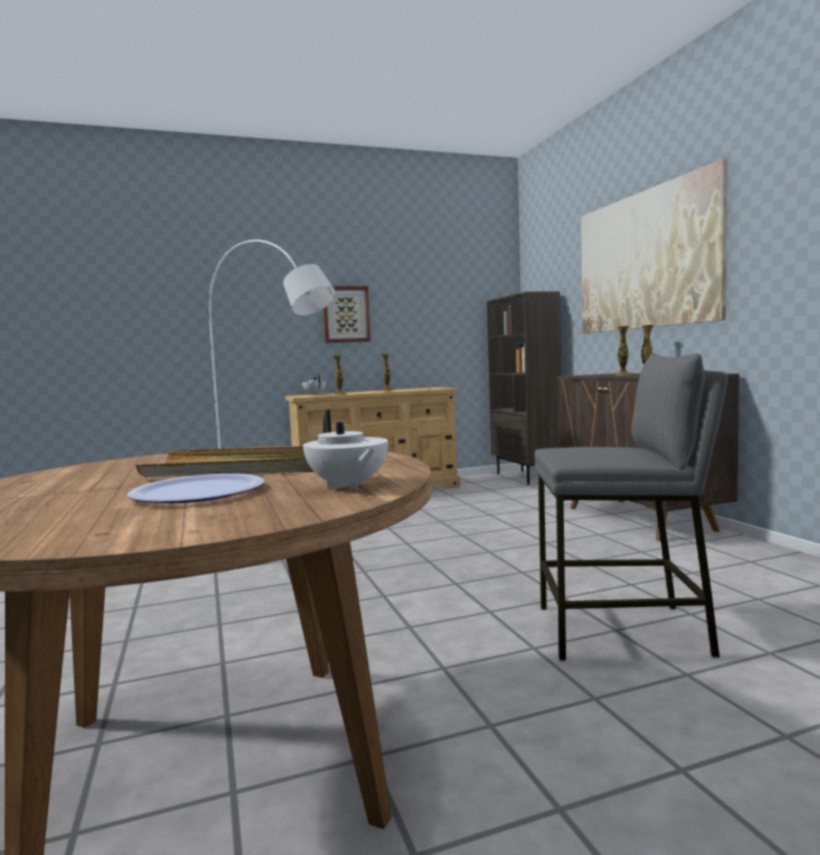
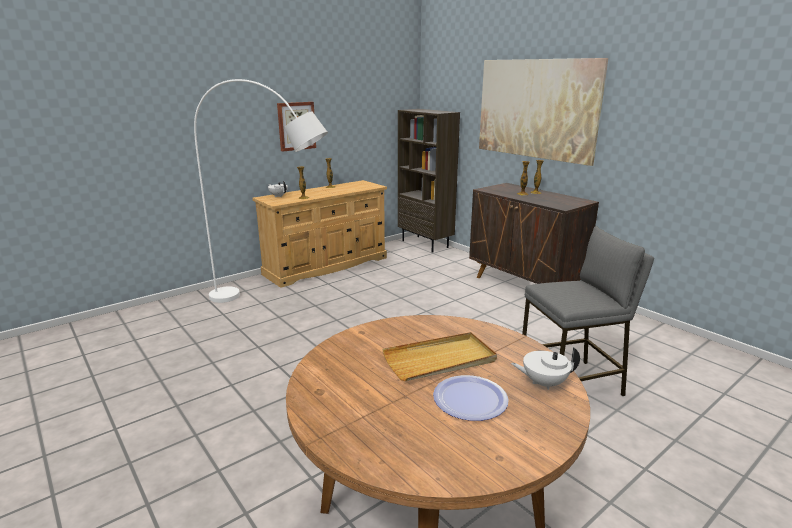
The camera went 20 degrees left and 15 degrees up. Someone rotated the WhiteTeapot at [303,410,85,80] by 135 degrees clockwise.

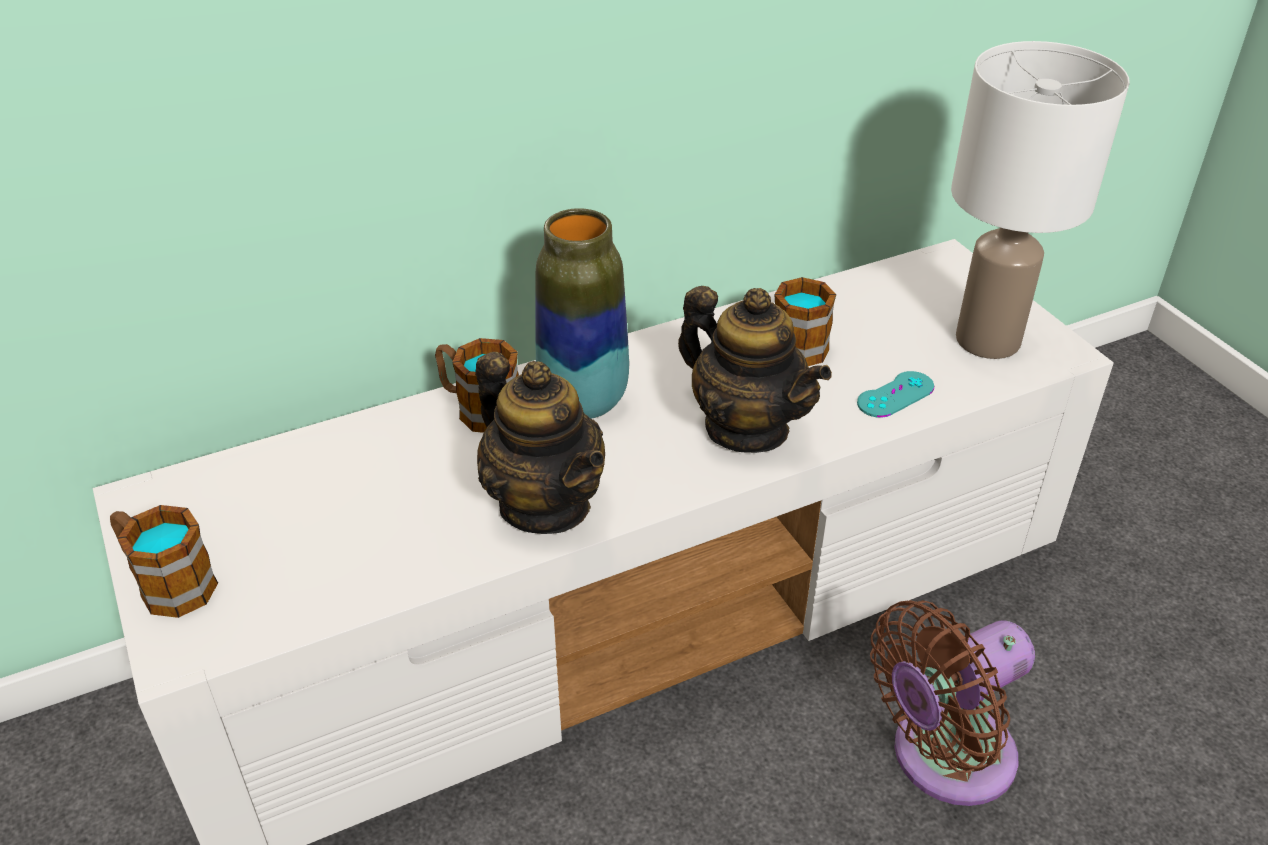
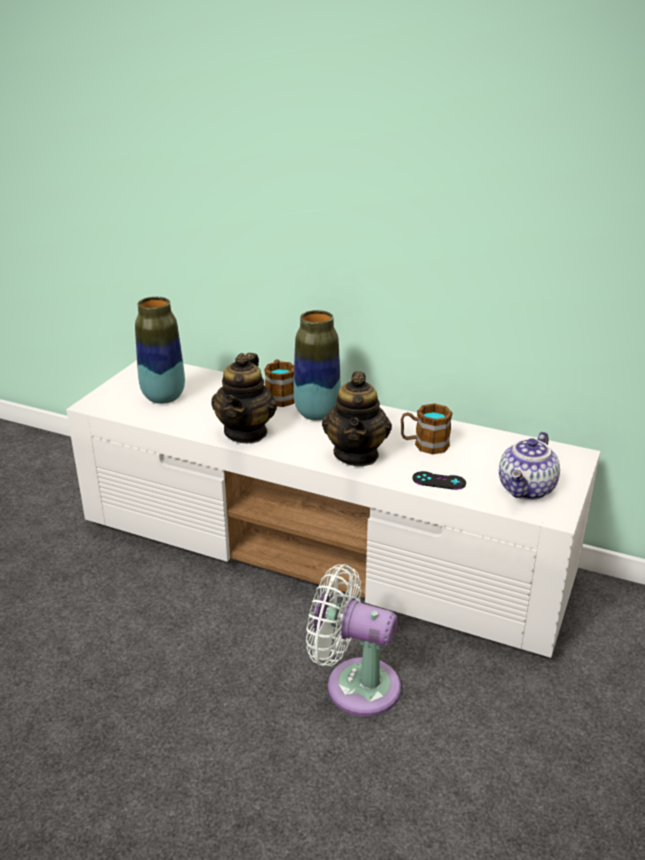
The camera went 50 degrees right and 10 degrees down. Someone put down the Vase at [135,297,50,107]. Someone repainted the BrownFan at [870,600,165,206], which became the WhiteFan at [306,564,95,152]. Someone repainted the TurquoiseGameController at [857,371,77,47], which became the BlackGameController at [412,471,54,19]. Someone swapped the WhiteTableLamp at [951,41,179,318] for the Teapot at [499,431,61,69]. Someone took away the Mug at [110,505,108,113].

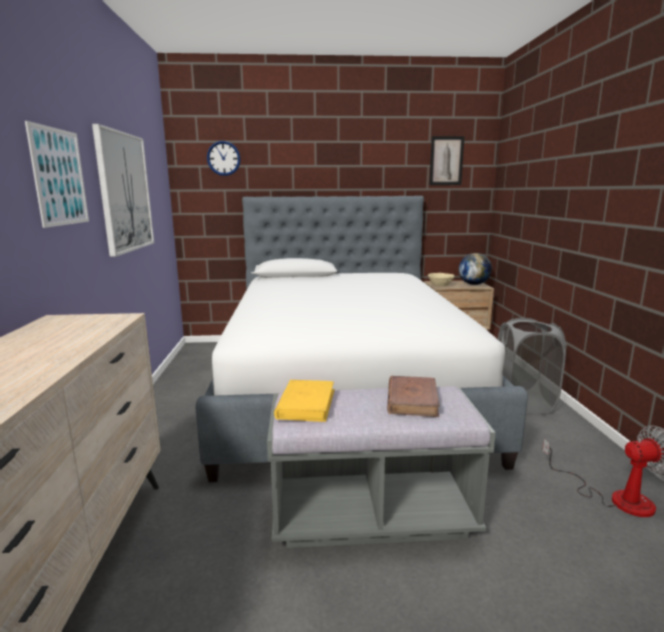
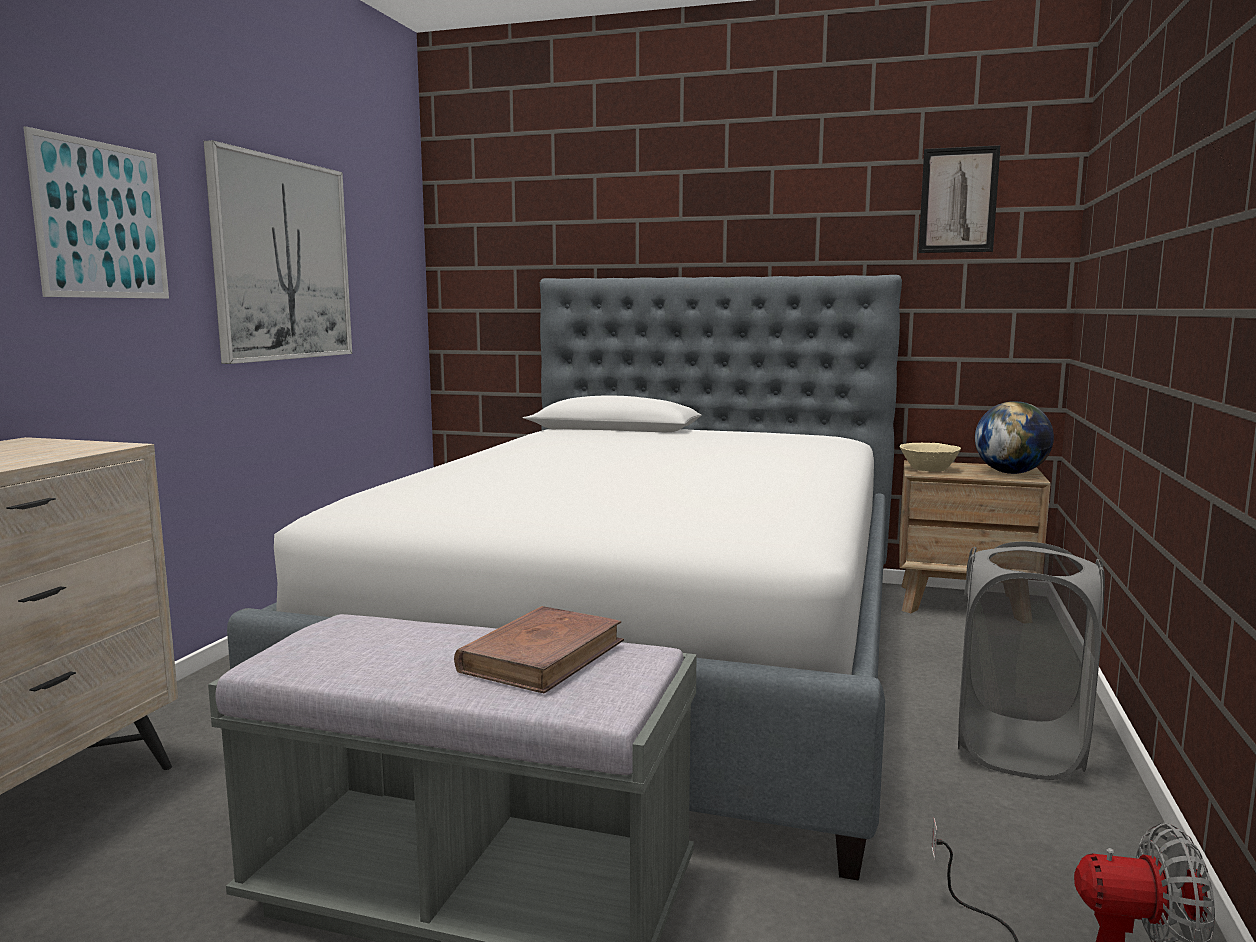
The camera went 20 degrees right and 5 degrees down. Someone took away the WallClock at [207,141,34,35]. Someone took away the YellowBook at [274,380,61,42].

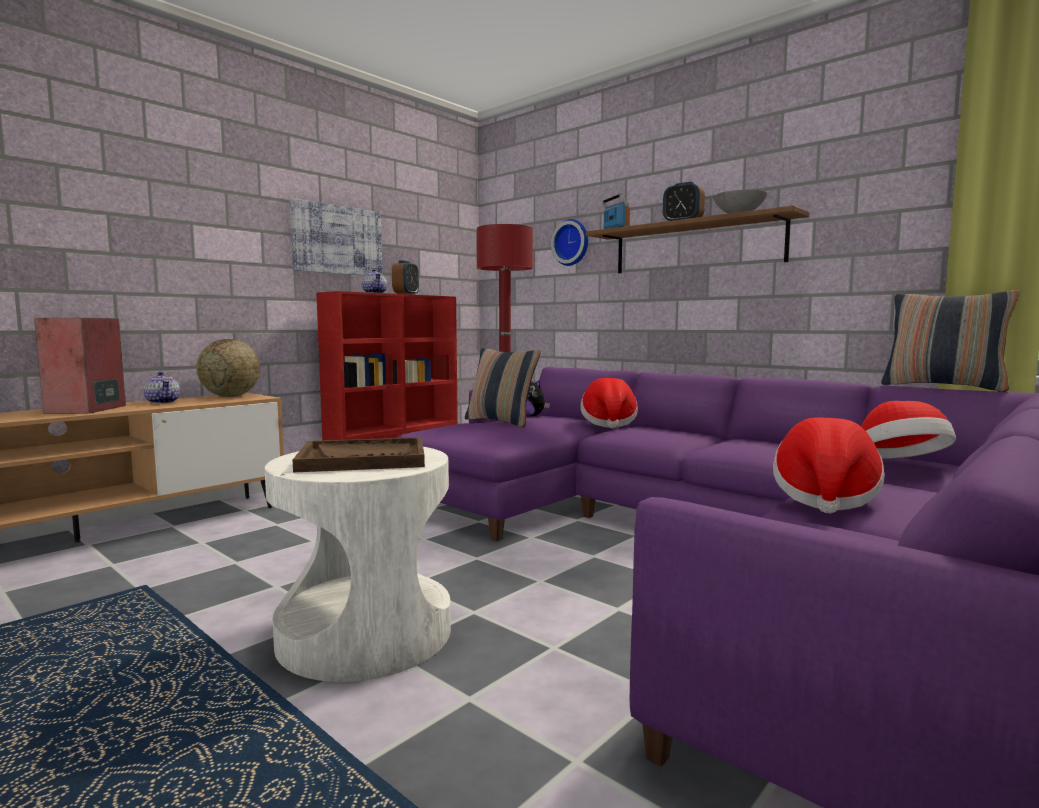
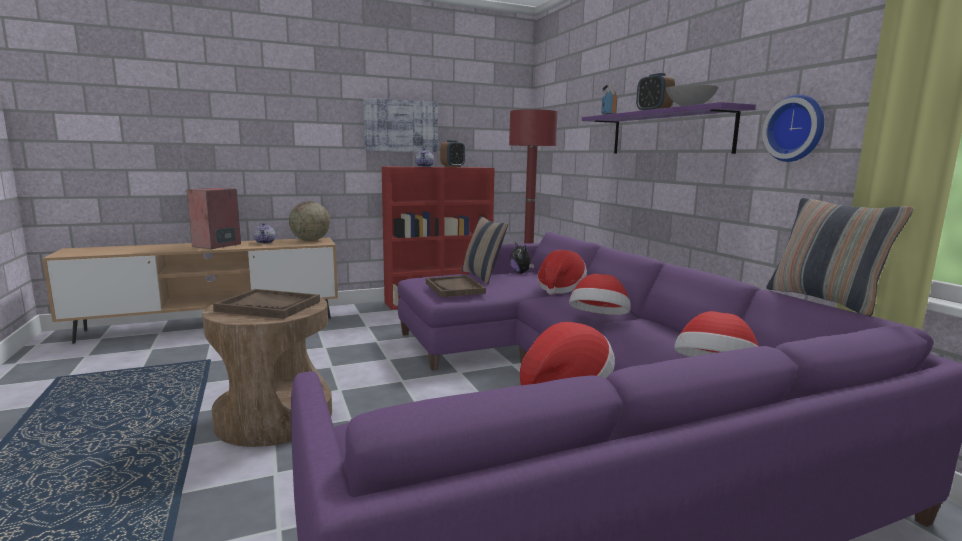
The camera went 25 degrees right and 5 degrees up. Someone repainted the WhiteSideTable at [265,447,186,235], which became the BrownSideTable at [202,297,130,150]. Someone put down the BrownTray at [426,275,60,22]. Someone put down the Hat at [569,274,62,41]. Someone repainted the BrownShelf at [586,205,223,68], which became the PurpleShelf at [582,102,174,52]. Someone carried the WallClock from [551,219,37,47] to [762,94,62,68].

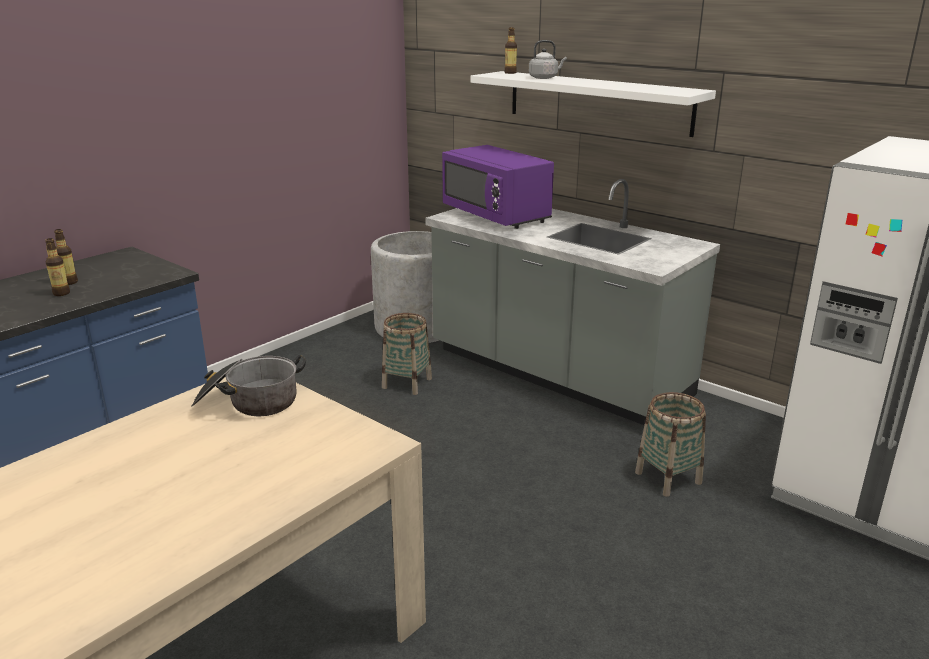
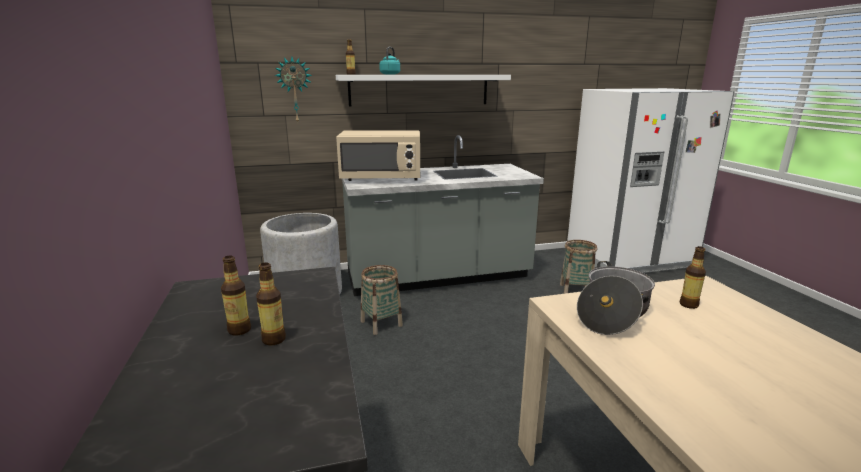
The camera went 55 degrees left and 5 degrees down. Someone put up the WallClock at [275,57,37,66]. Someone repainted the PurpleMicrowave at [442,145,112,84], which became the BeigeMicrowave at [336,130,85,51]. Someone repainted the GreyKettle at [529,40,38,39], which became the TurquoiseKettle at [379,47,21,28]. Someone put down the Bottle at [680,246,26,63].

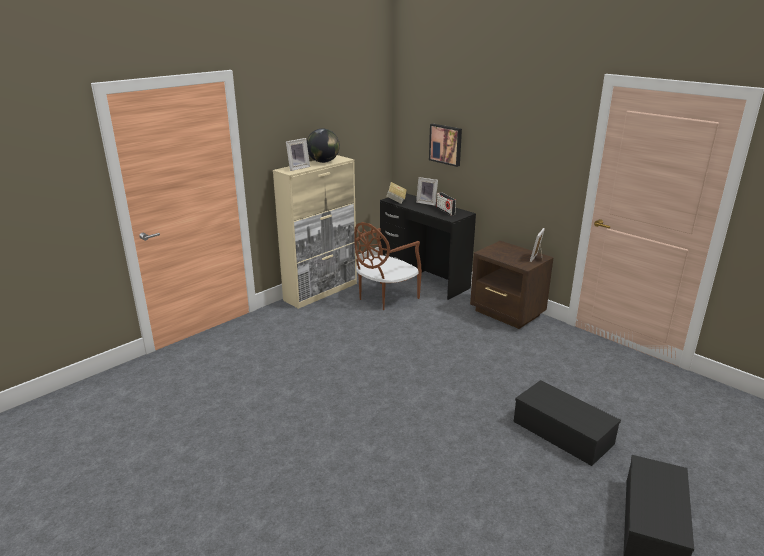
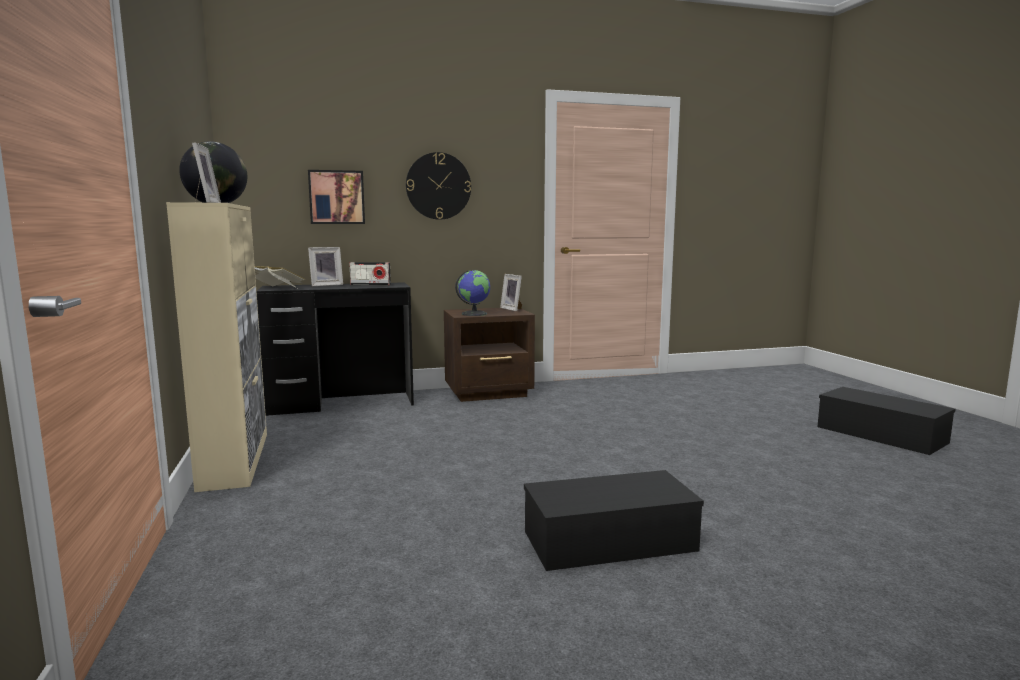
The camera went 60 degrees left and 15 degrees down. Someone put up the WallClock at [406,152,65,68]. Someone put down the Globe at [455,270,35,46]. Someone carried the BlackStorageBox from [514,380,107,86] to [524,470,180,101]. Someone took away the BrownChair at [354,222,68,88].

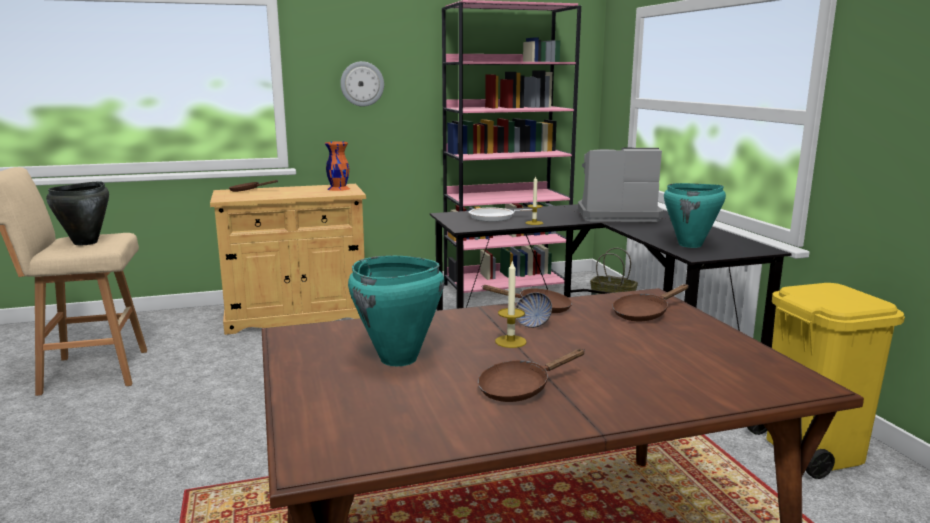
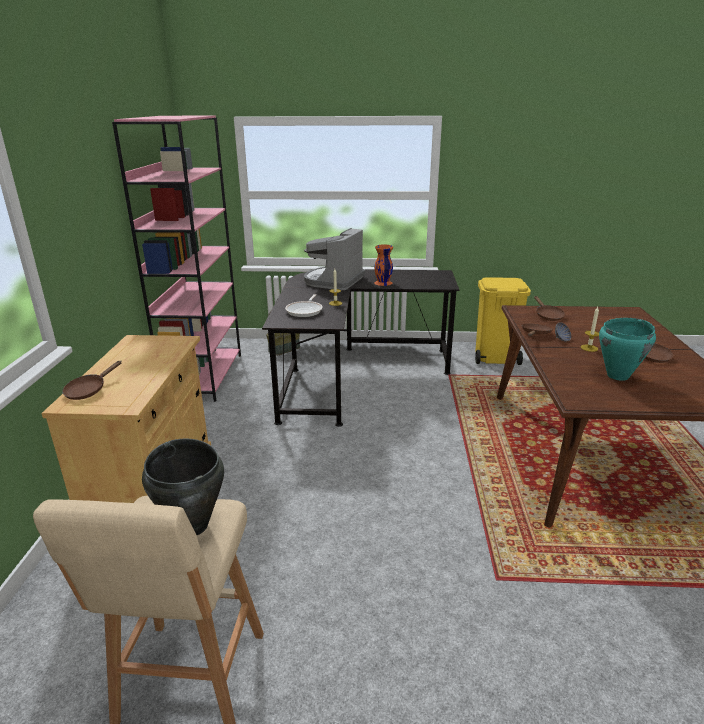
The camera went 70 degrees left and 10 degrees up. Someone carried the OrangeVase from [325,141,25,50] to [374,245,19,41]. Someone took away the WallClock at [340,61,44,45]. Someone took away the TurquoiseCookingPot at [664,183,62,65].

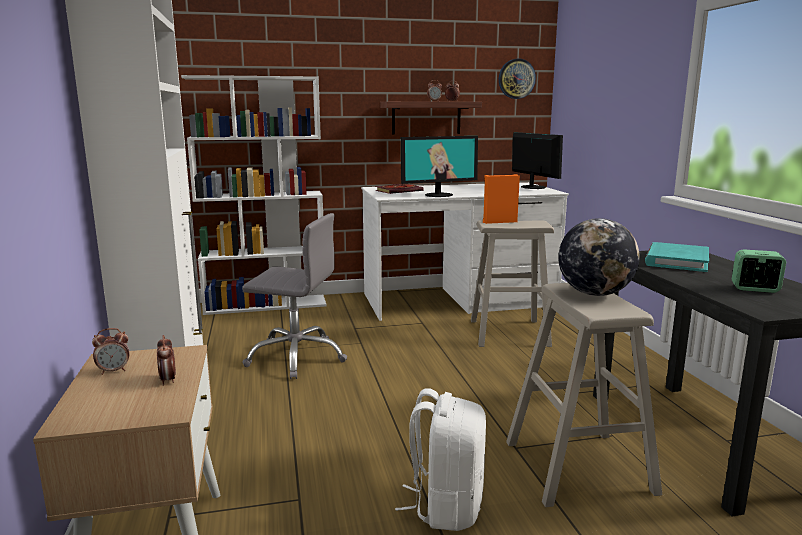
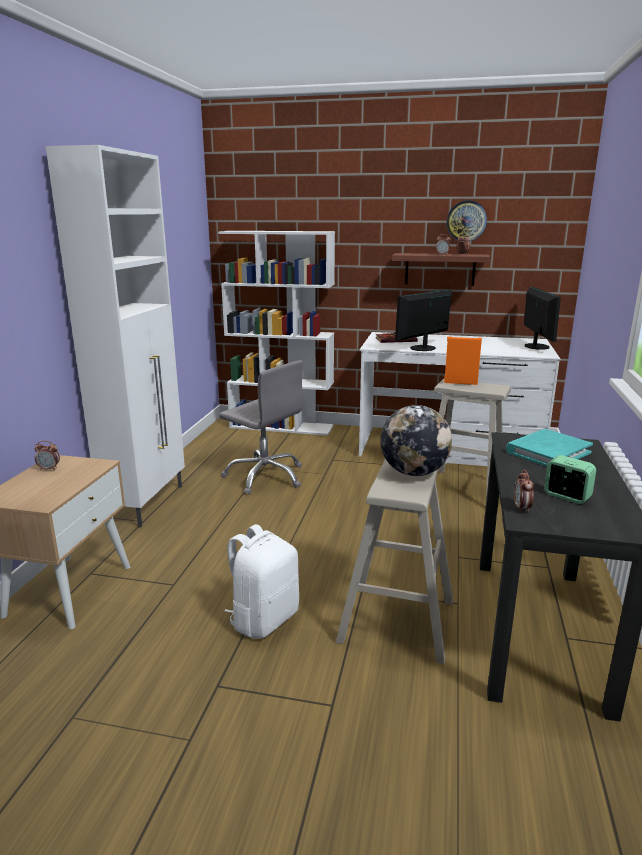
The camera went 25 degrees right and 5 degrees up. Someone rotated the Monitor at [401,136,77,61] by 135 degrees clockwise. Someone carried the WallClock from [499,59,37,40] to [446,200,41,41]. Someone carried the AlarmClock from [157,335,19,51] to [514,470,20,42].

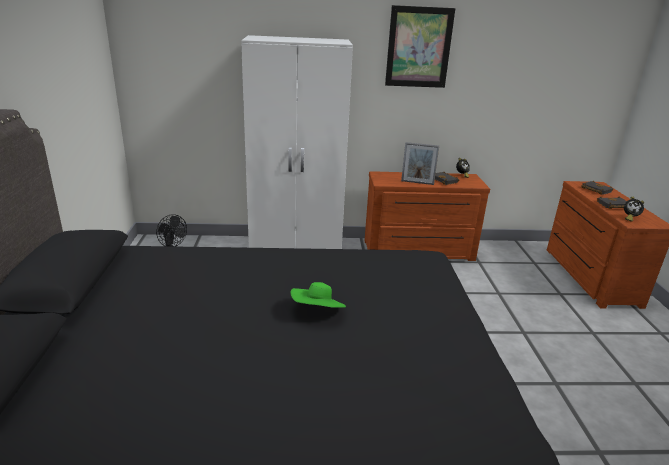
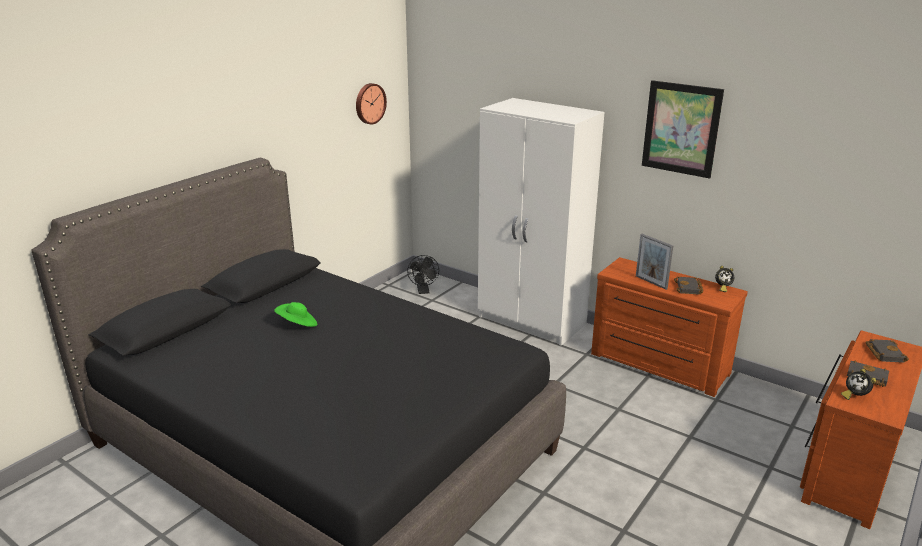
The camera went 40 degrees right and 0 degrees up. Someone carried the GreenHat from [290,282,56,26] to [274,302,43,25]. Someone put up the WallClock at [356,83,31,41].

